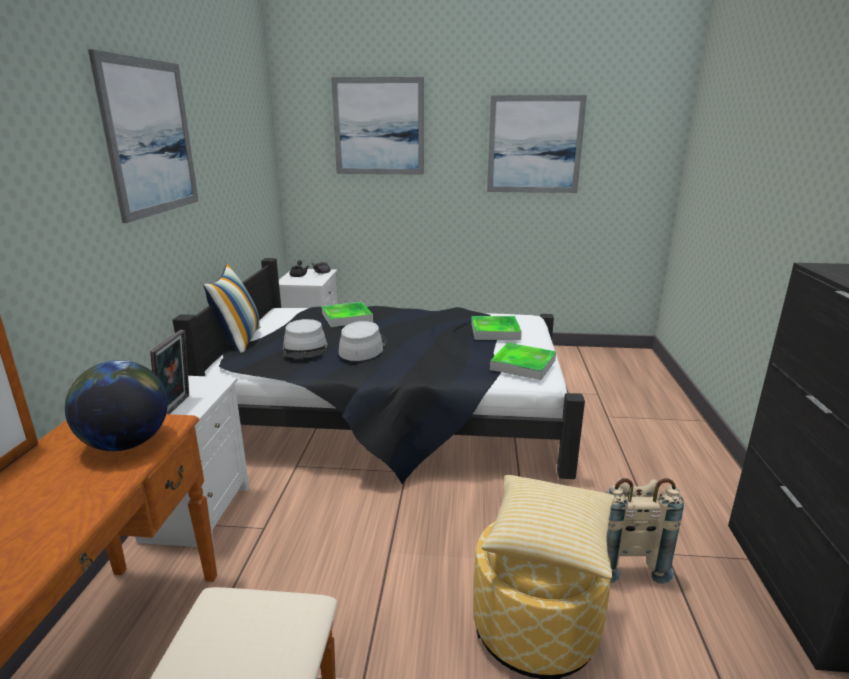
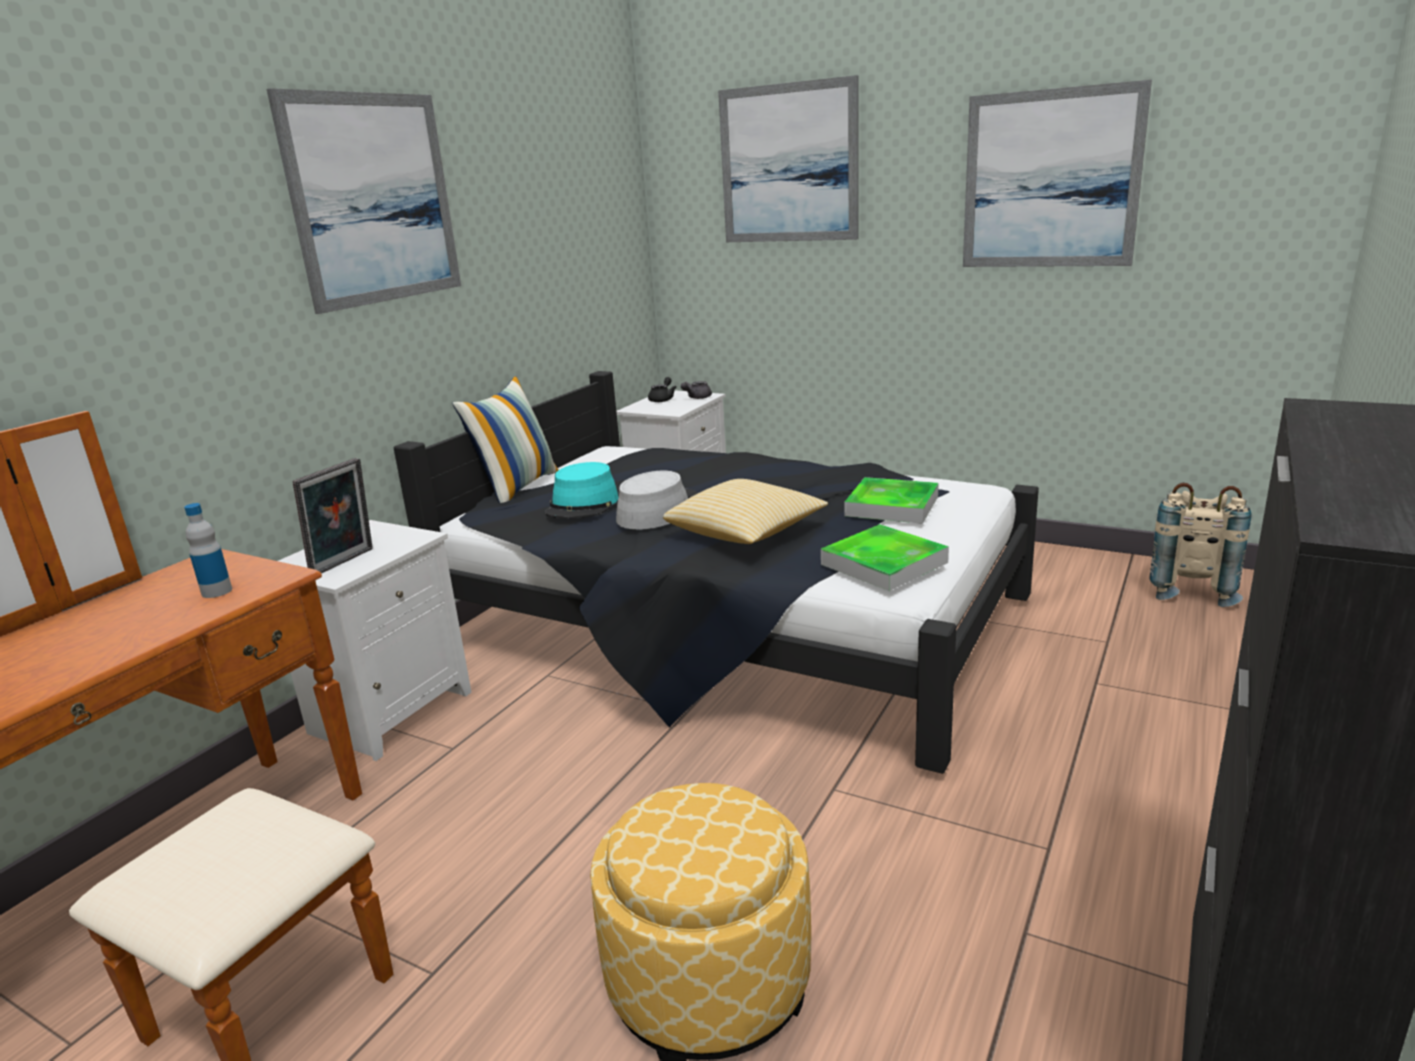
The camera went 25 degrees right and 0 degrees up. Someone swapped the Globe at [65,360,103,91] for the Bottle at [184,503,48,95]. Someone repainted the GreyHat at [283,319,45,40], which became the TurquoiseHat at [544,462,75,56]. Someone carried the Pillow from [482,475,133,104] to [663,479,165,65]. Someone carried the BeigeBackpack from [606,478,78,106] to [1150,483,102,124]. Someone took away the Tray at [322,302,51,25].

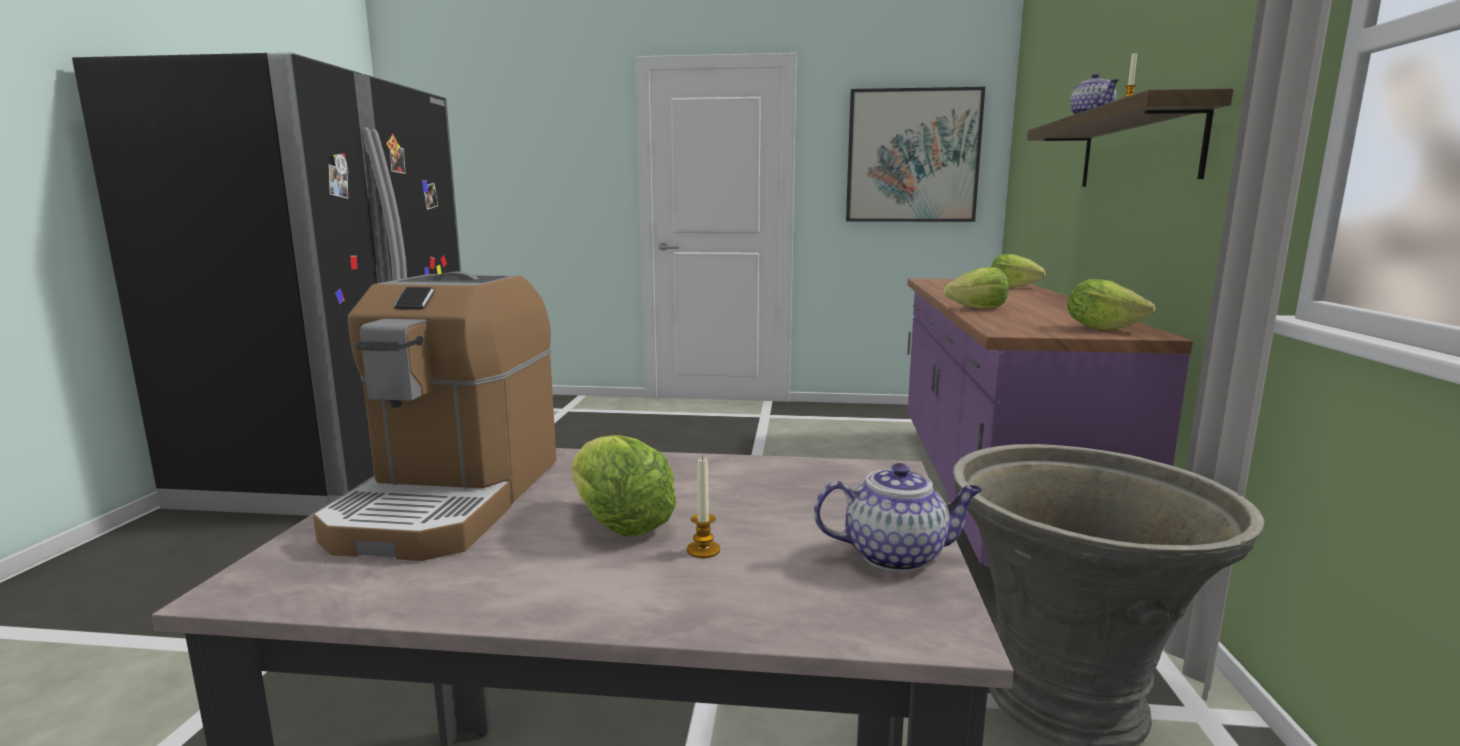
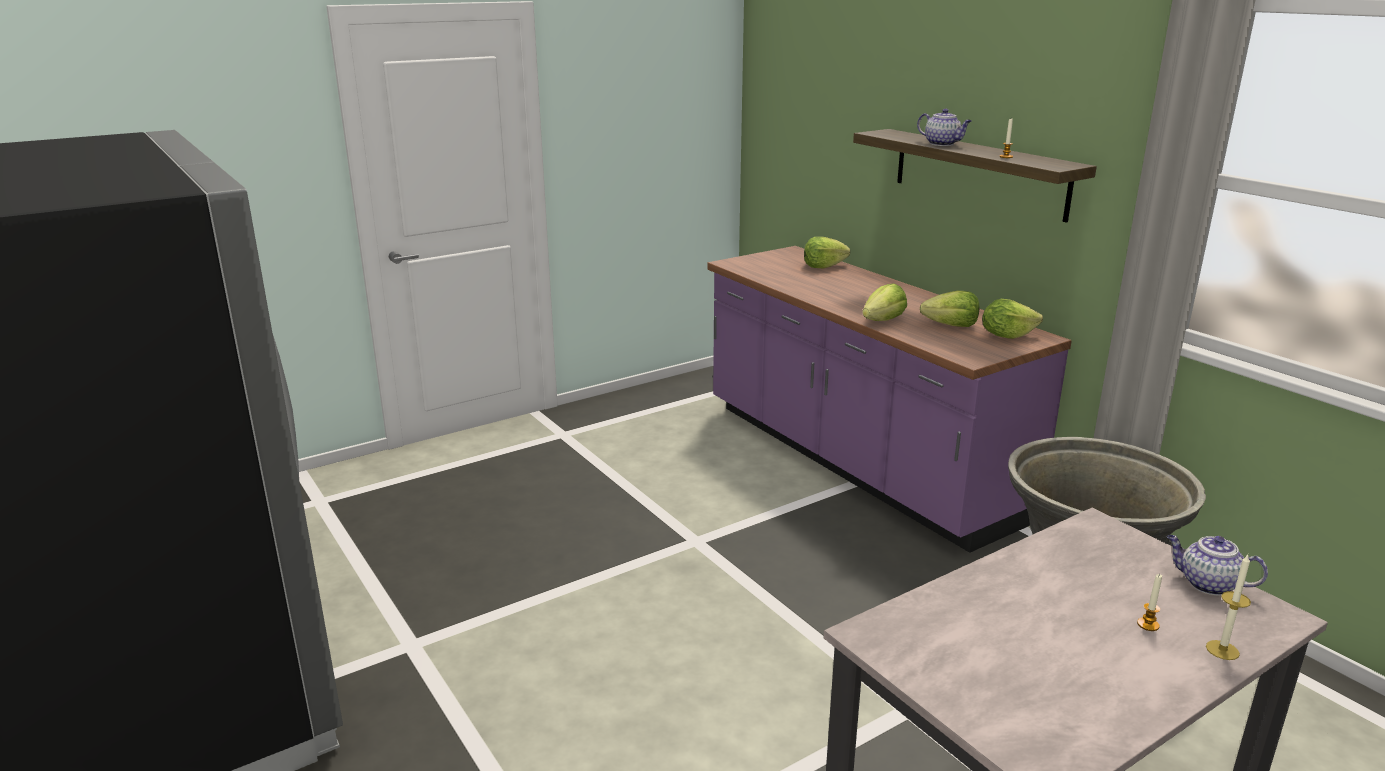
The camera went 40 degrees left and 10 degrees up. Someone carried the Lettuce from [571,435,106,101] to [920,291,59,36]. Someone rotated the Teapot at [814,463,168,109] by 105 degrees counterclockwise. Someone put down the Candle at [1206,555,45,105]. Someone took away the CoffeeMachine at [313,272,243,289]. Someone took away the Picture at [846,87,139,135].

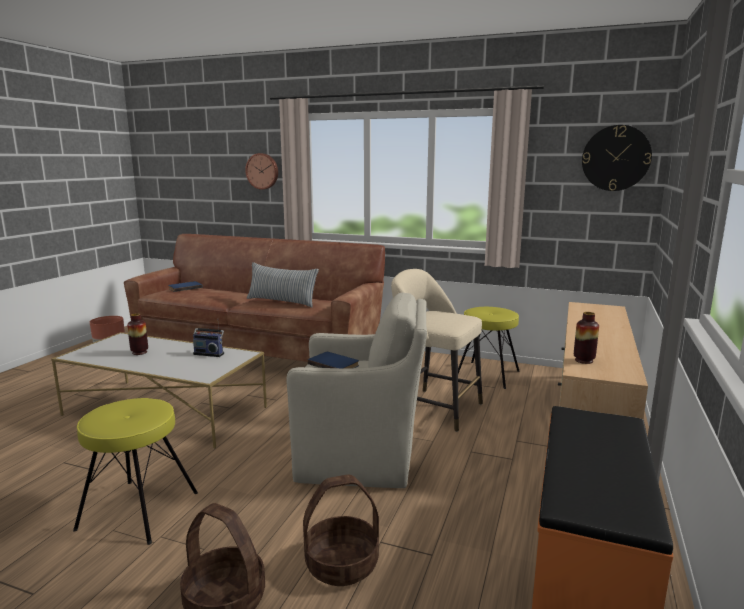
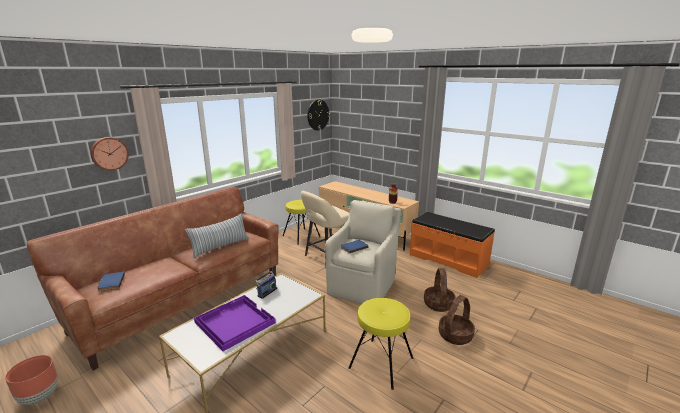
The camera went 70 degrees left and 5 degrees up. Someone swapped the Vase at [127,313,21,42] for the PurpleTray at [194,295,82,56].

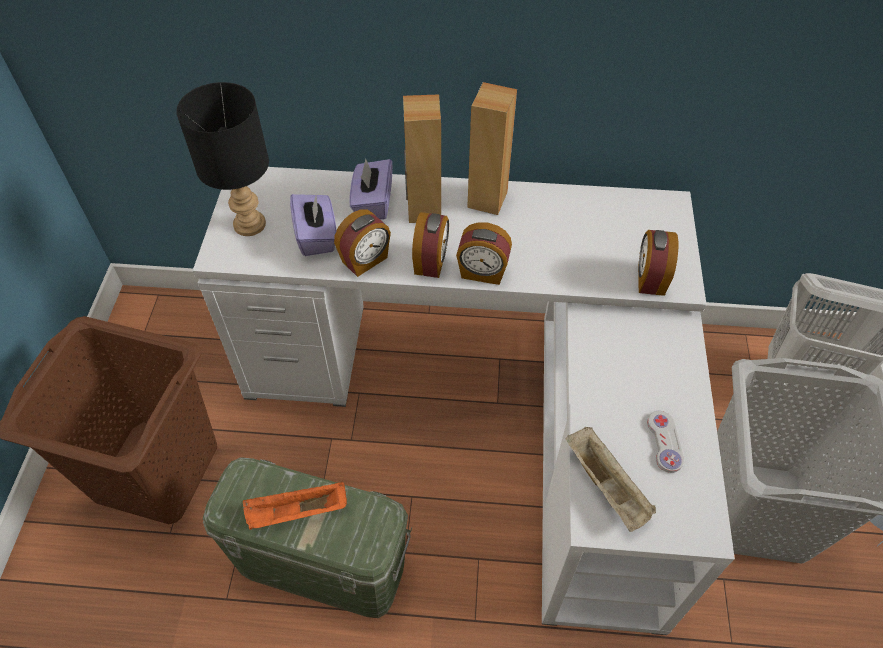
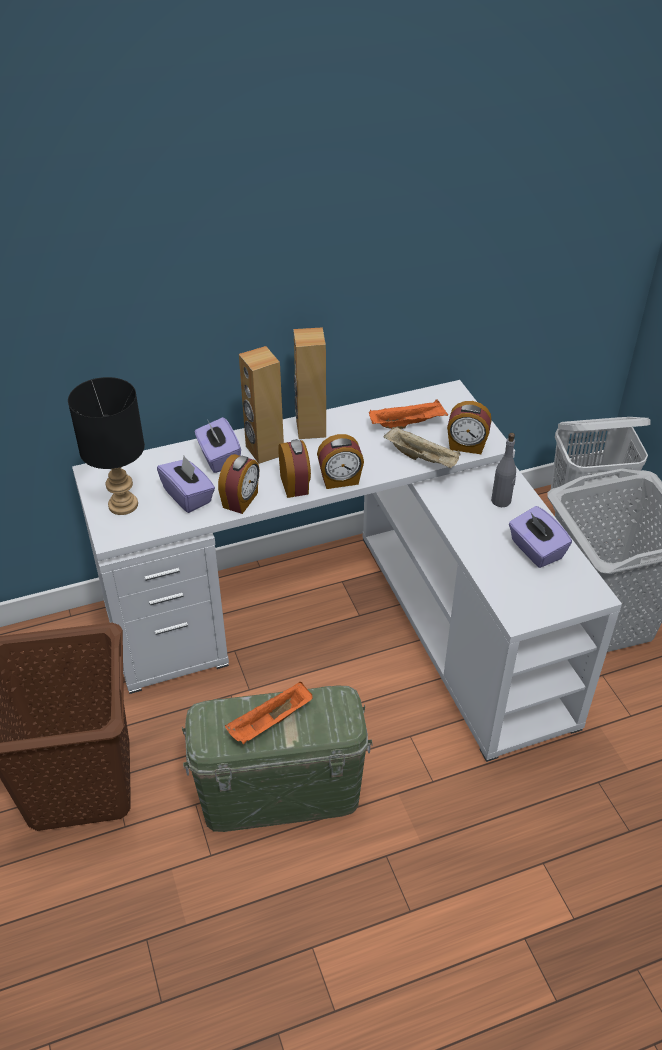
The camera went 25 degrees left and 10 degrees down. Someone put down the OrangeTray at [369,399,79,30]. Someone carried the BeigeTray from [565,427,91,105] to [383,426,78,42]. Someone rotated the AlarmClock at [638,230,40,66] by 60 degrees counterclockwise. Someone put down the GreyBottle at [491,433,25,74]. Someone swapped the WhiteGameController at [647,411,37,62] for the PurpleTissueBox at [509,506,63,62].

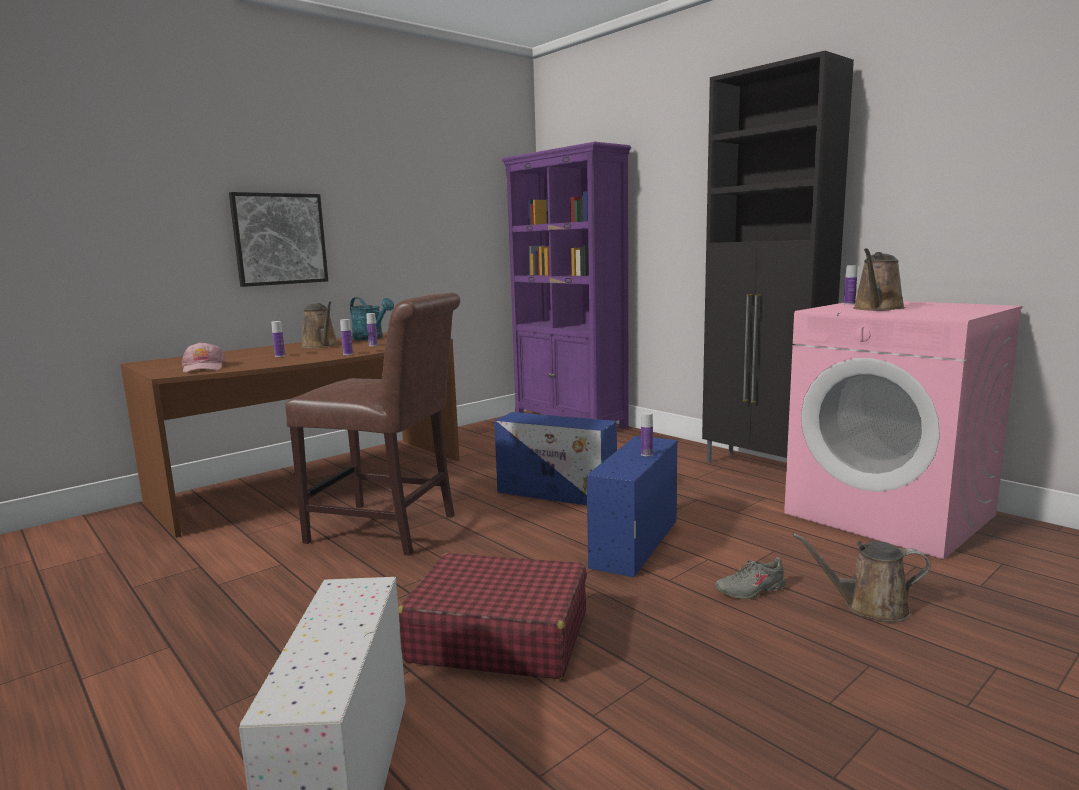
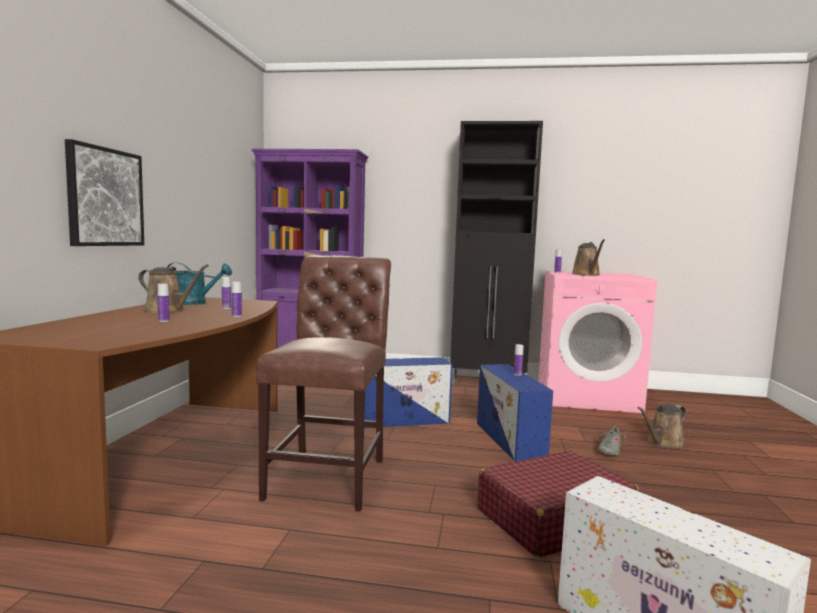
The camera went 40 degrees left and 5 degrees down. Someone rotated the BrownChair at [285,293,175,263] by 60 degrees counterclockwise. Someone took away the PinkCap at [182,342,44,31].

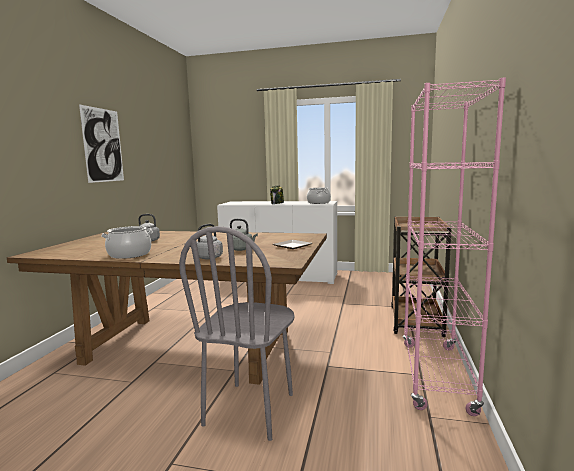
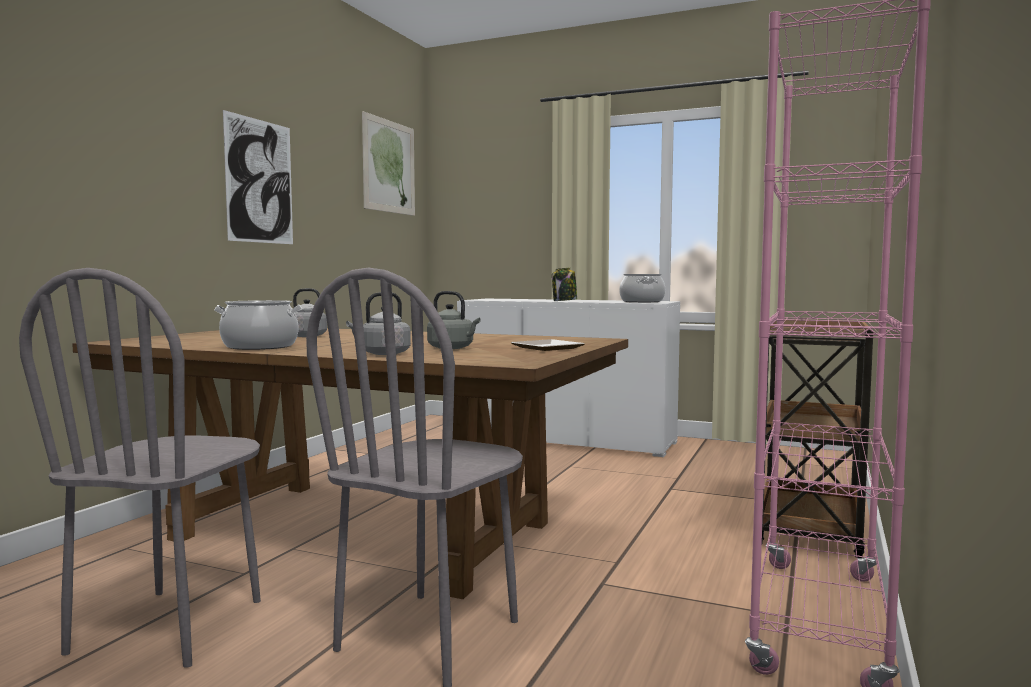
The camera went 10 degrees right and 5 degrees down. Someone put down the GreyChair at [19,268,242,400]. Someone put up the Picture at [362,111,53,105].

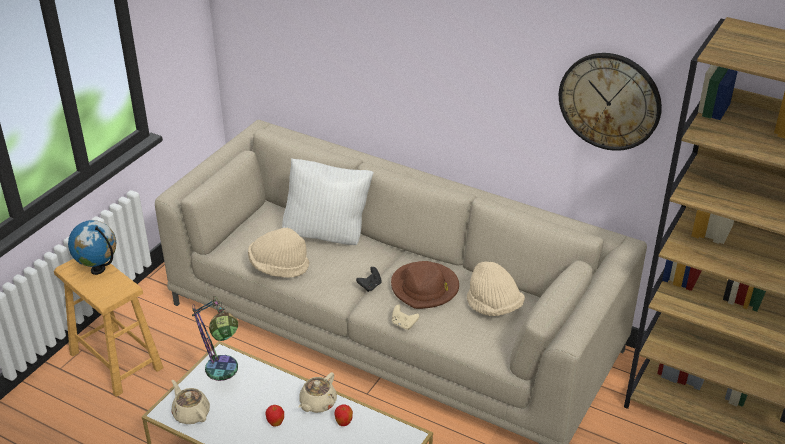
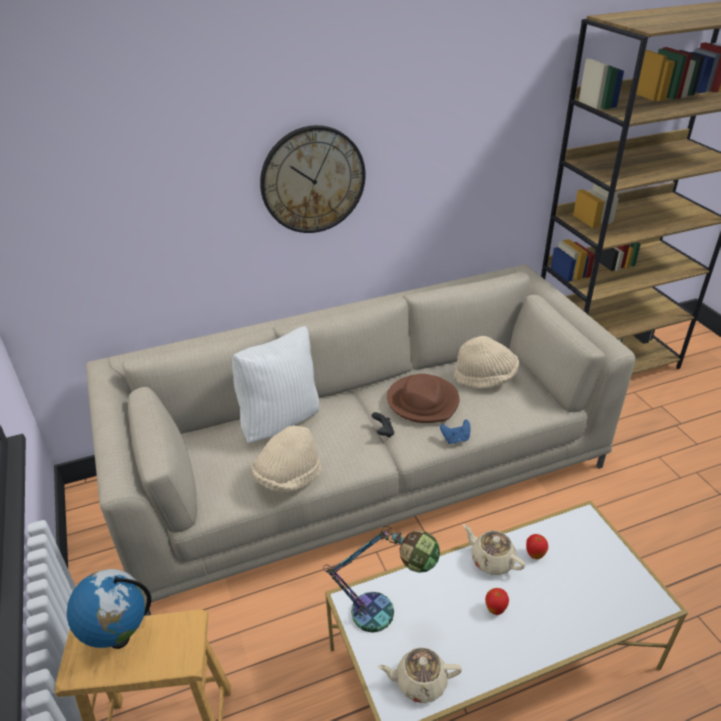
The camera went 50 degrees left and 0 degrees up. Someone carried the WallClock from [559,53,103,98] to [260,125,105,108]. Someone repainted the BeigeGameController at [392,305,27,25], which became the BlueGameController at [440,419,30,25]. Someone rotated the BeigeTeapot at [298,372,39,41] by 150 degrees clockwise.

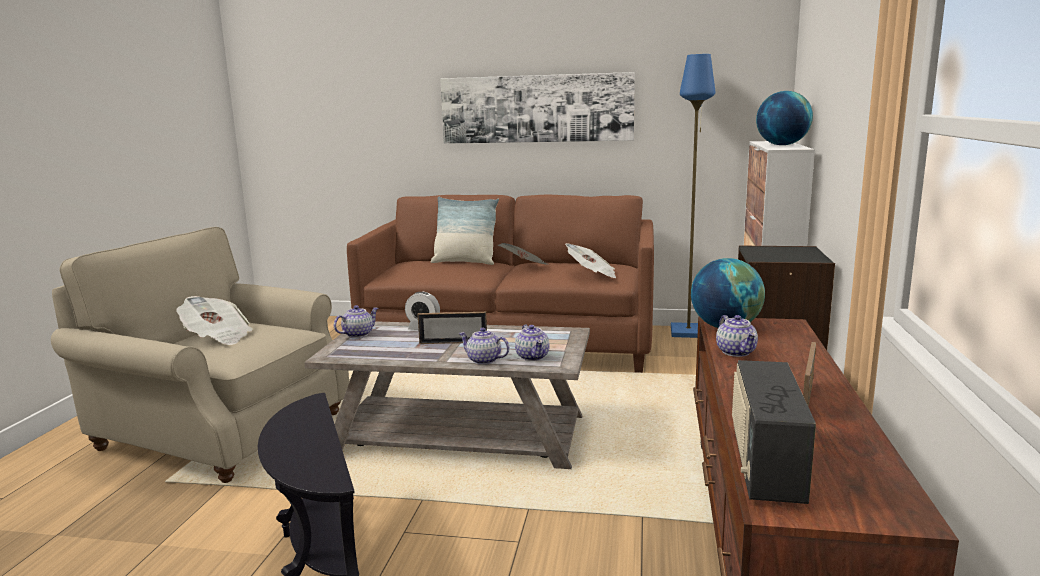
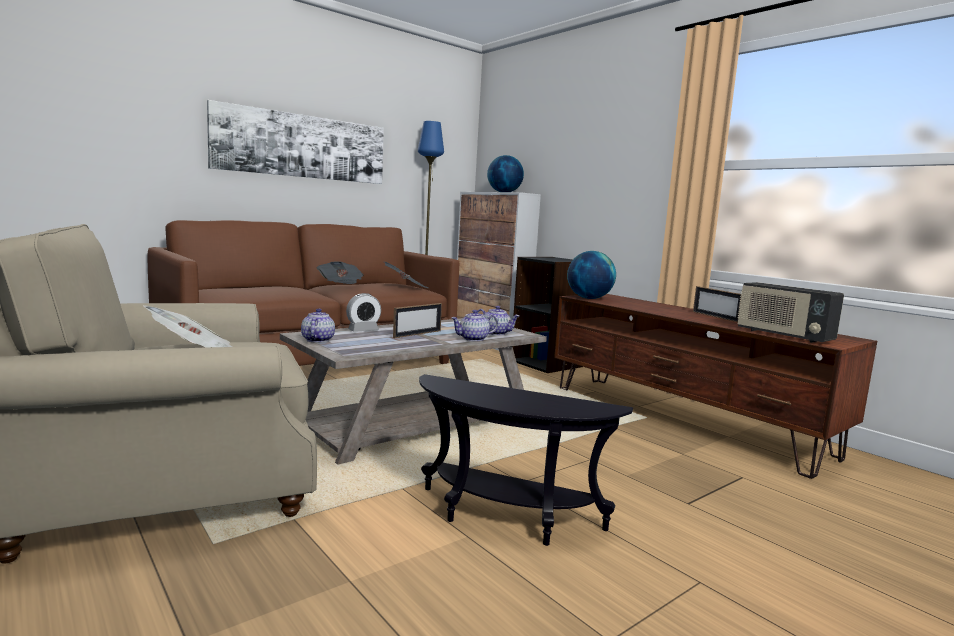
The camera went 50 degrees left and 5 degrees down. Someone took away the Pillow at [431,196,68,69]. Someone took away the Teapot at [716,315,42,42].

